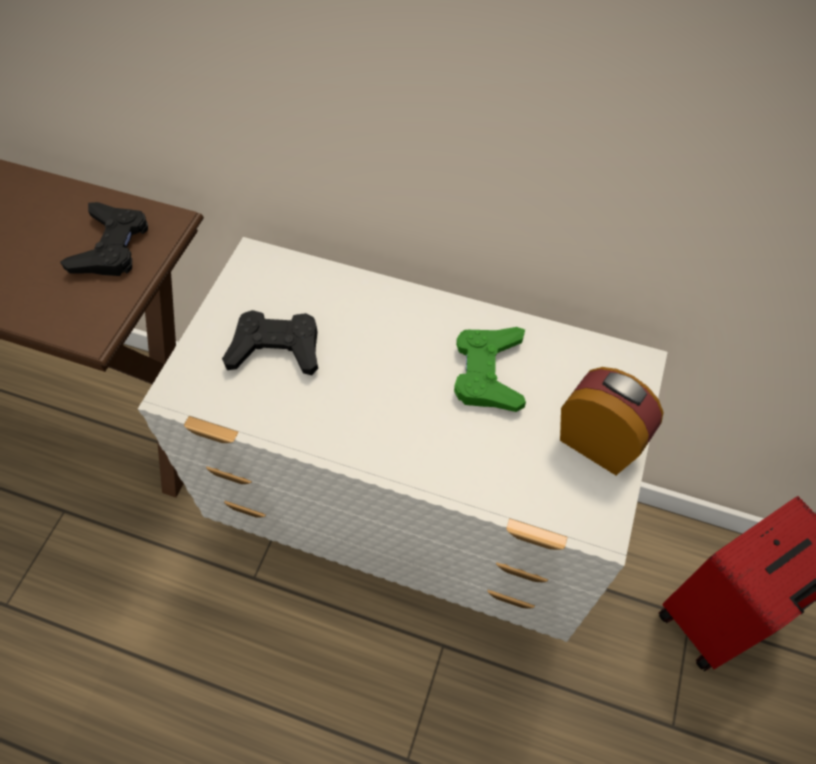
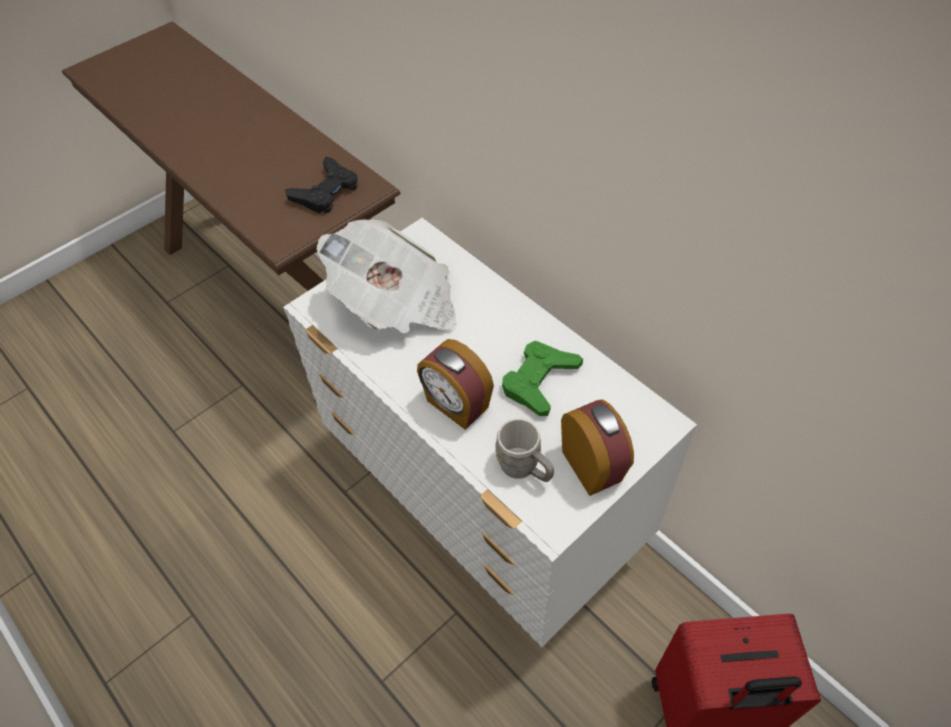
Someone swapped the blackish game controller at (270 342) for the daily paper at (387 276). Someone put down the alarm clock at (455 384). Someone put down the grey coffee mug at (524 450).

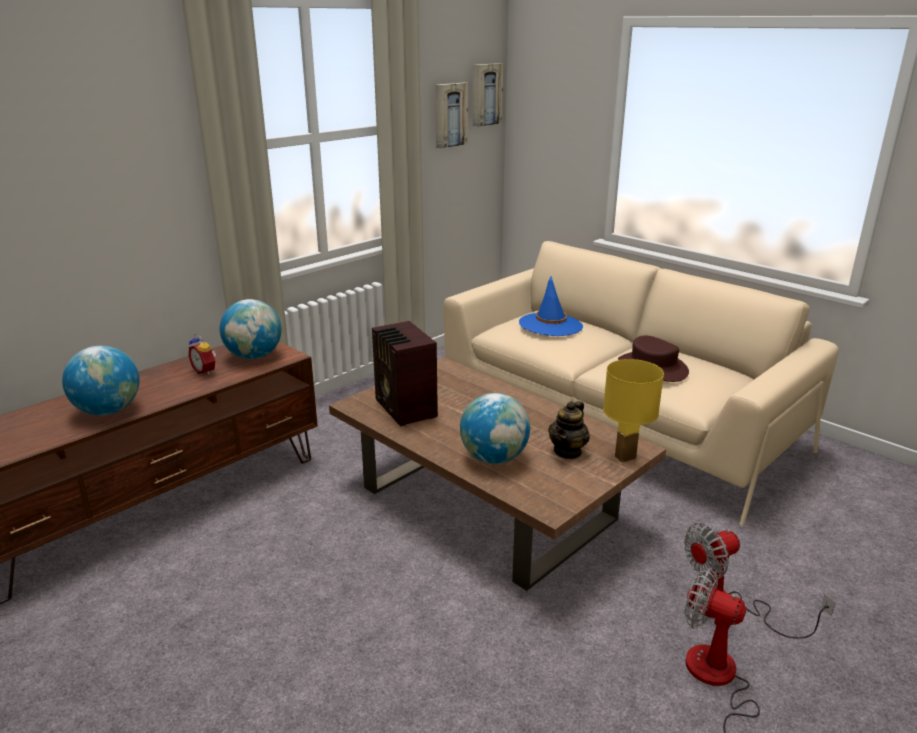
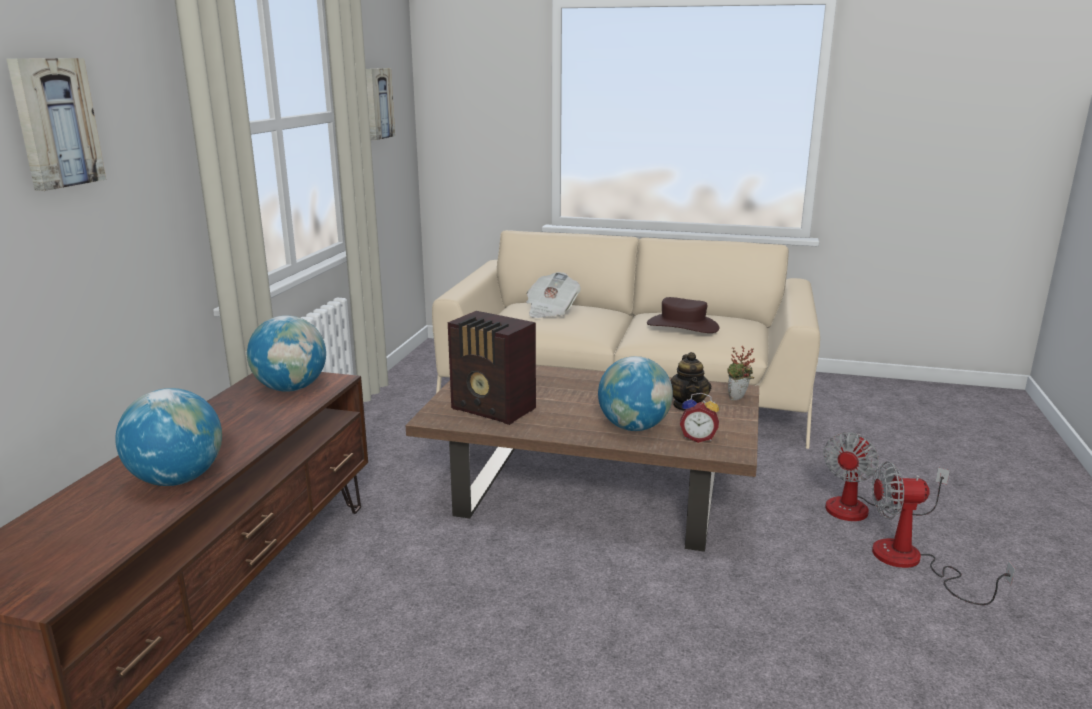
Someone carried the wall picture from (488 95) to (56 124). Someone swapped the bluish clothing hat at (551 306) for the daily paper at (553 295). Someone carried the alarm clock from (202 354) to (699 418). Someone swapped the yellow lamp for a table at (633 410) for the plant in a pot at (741 373).

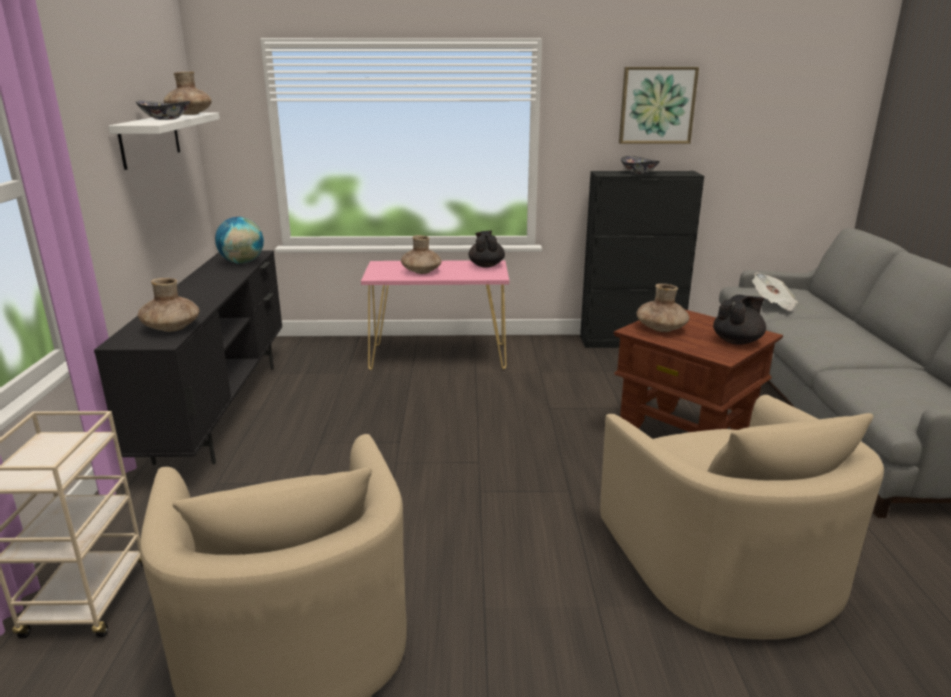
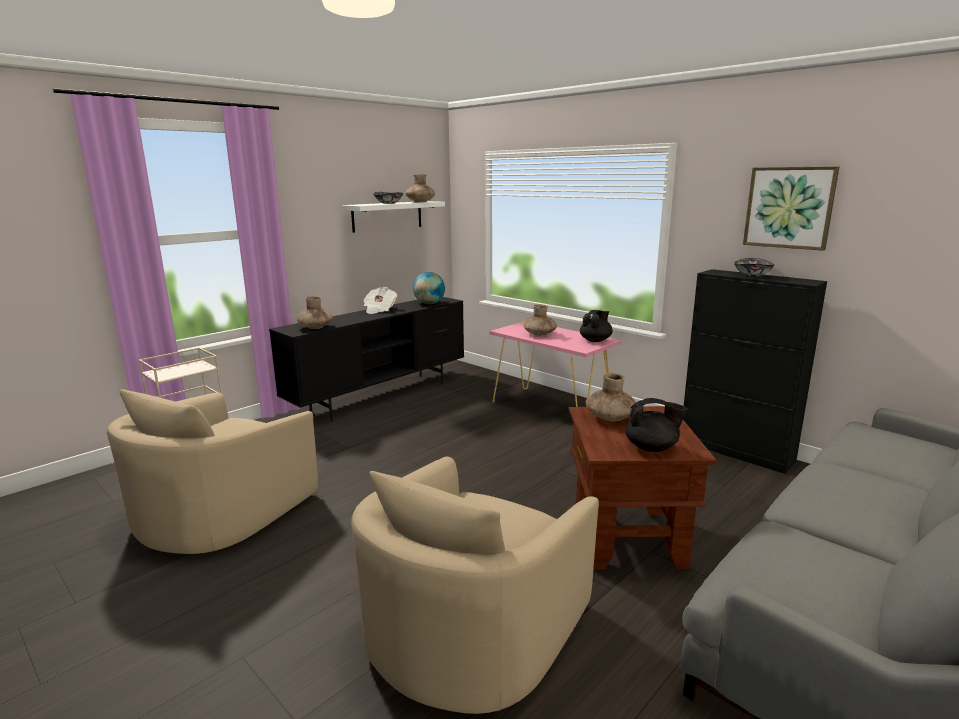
Someone carried the daily paper from (775 292) to (380 300).

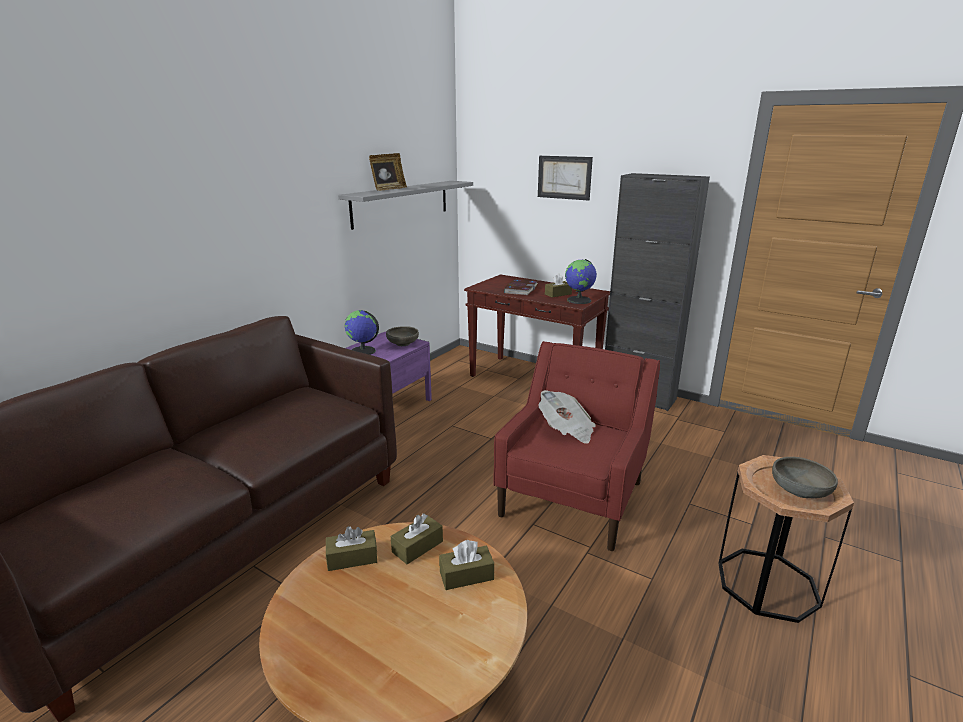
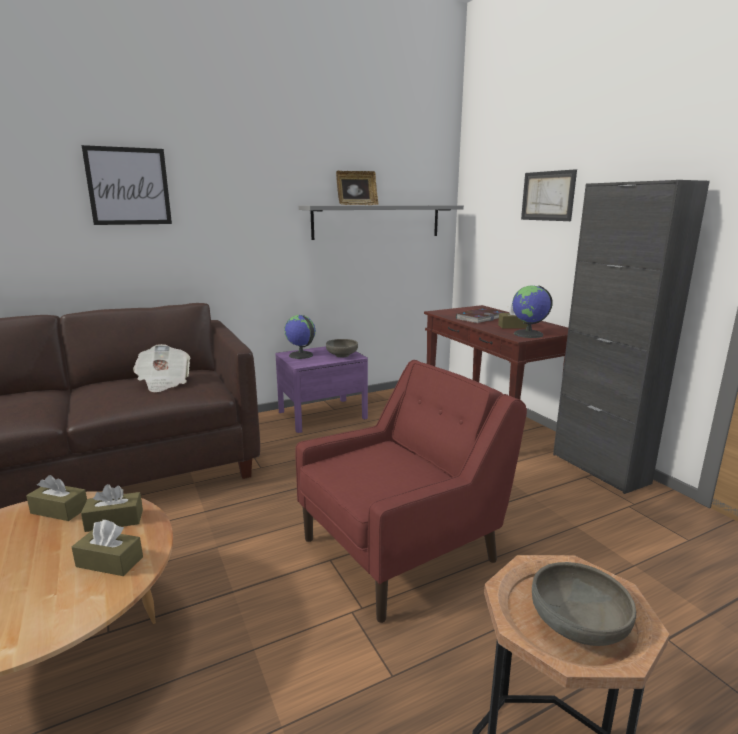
Someone put up the wall picture at (127 185). Someone carried the daily paper from (567 417) to (162 368).

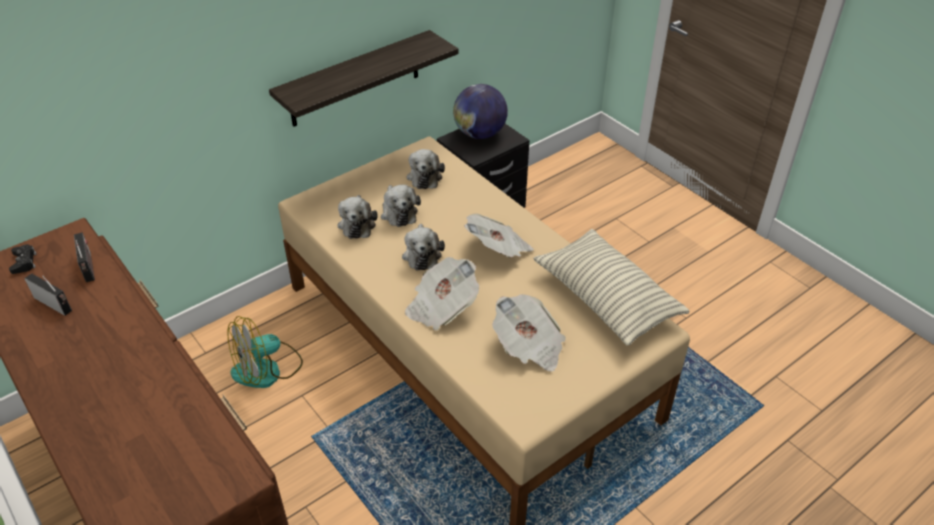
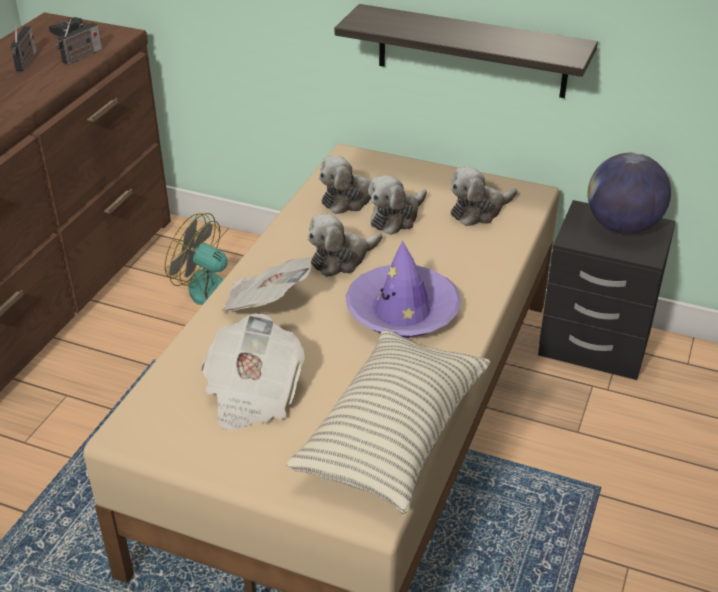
Someone swapped the daily paper at (499 236) for the purplish clothing hat at (403 289).

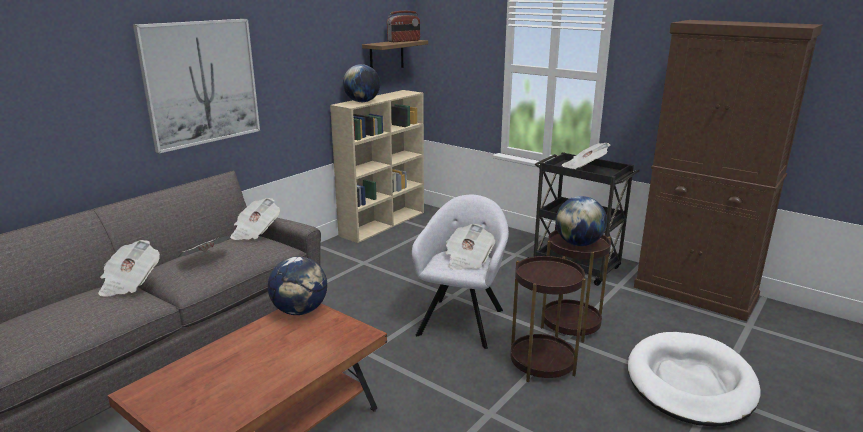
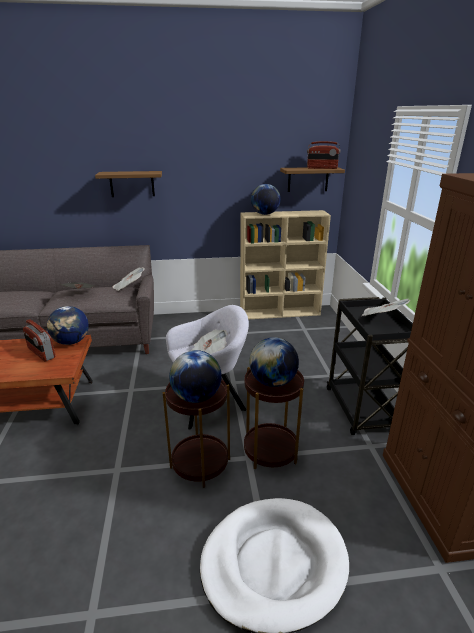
Someone put down the radio at (39 340). Someone swapped the wall picture at (196 86) for the wall shelf at (128 184). Someone put down the desk globe at (195 376). Someone took away the daily paper at (129 268).

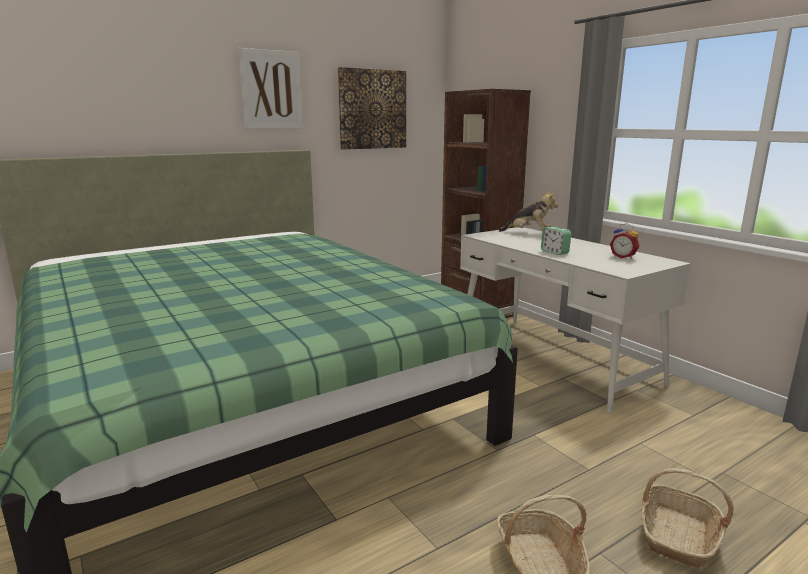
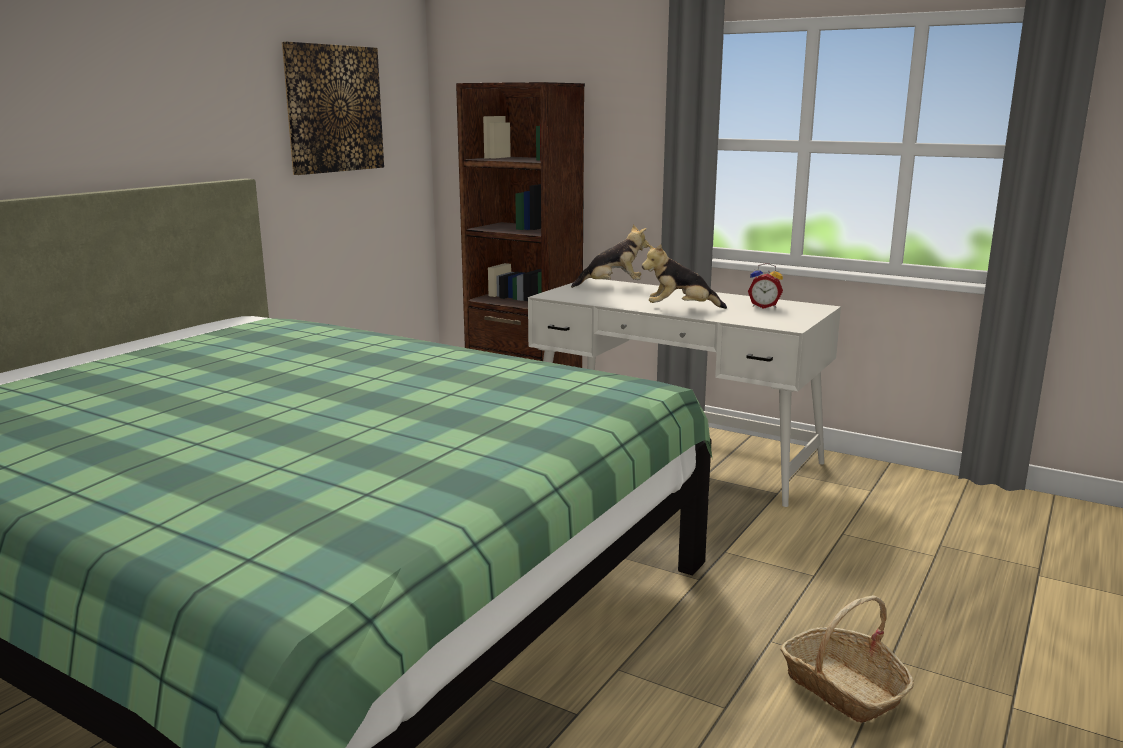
Someone swapped the alarm clock at (556 241) for the cuddly toy at (684 276). Someone took away the wall picture at (270 88). Someone took away the household basket at (687 517).

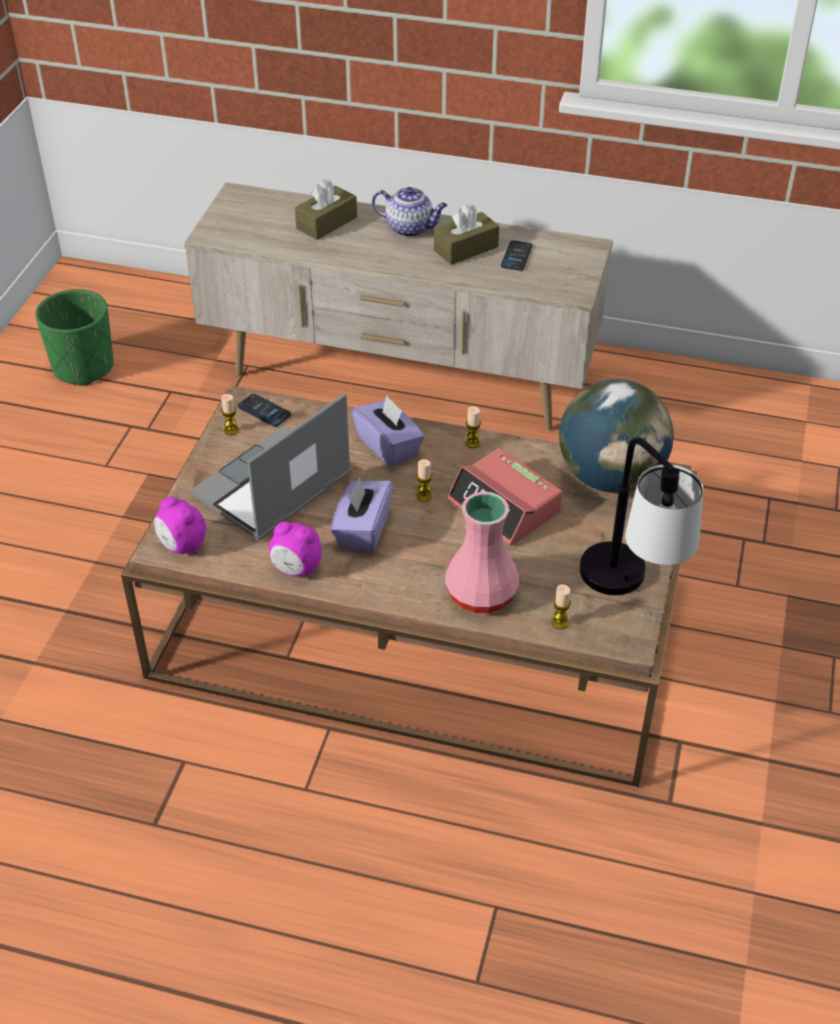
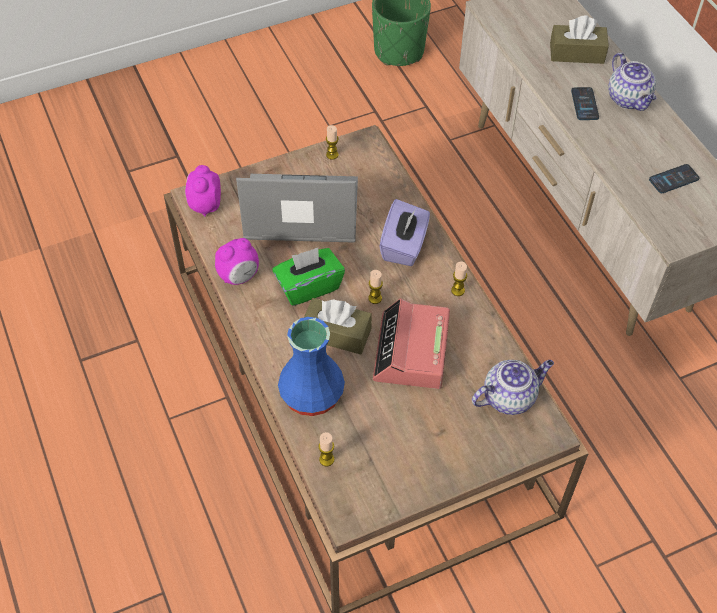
Someone rotated the alarm clock at (295 549) by 105 degrees counterclockwise. Someone repainted the purplish box of tissues at (362 514), which became the green box of tissues at (308 277). Someone repainted the pink-coloured decorative vase at (482 552), which became the bluish decorative vase at (311 366). Someone carried the brown-coloured box of tissues from (466 234) to (338 326). Someone swapped the desk globe at (616 436) for the tea pot at (513 387). Someone carried the telephone from (264 410) to (585 103). Someone took away the lamp for a table at (642 516).

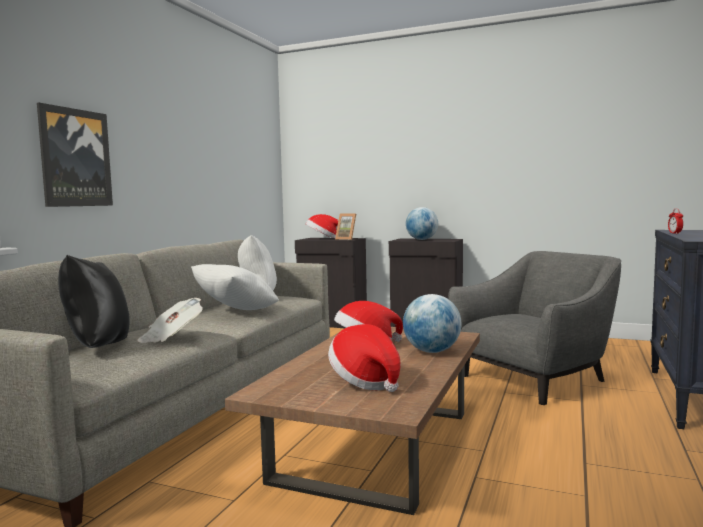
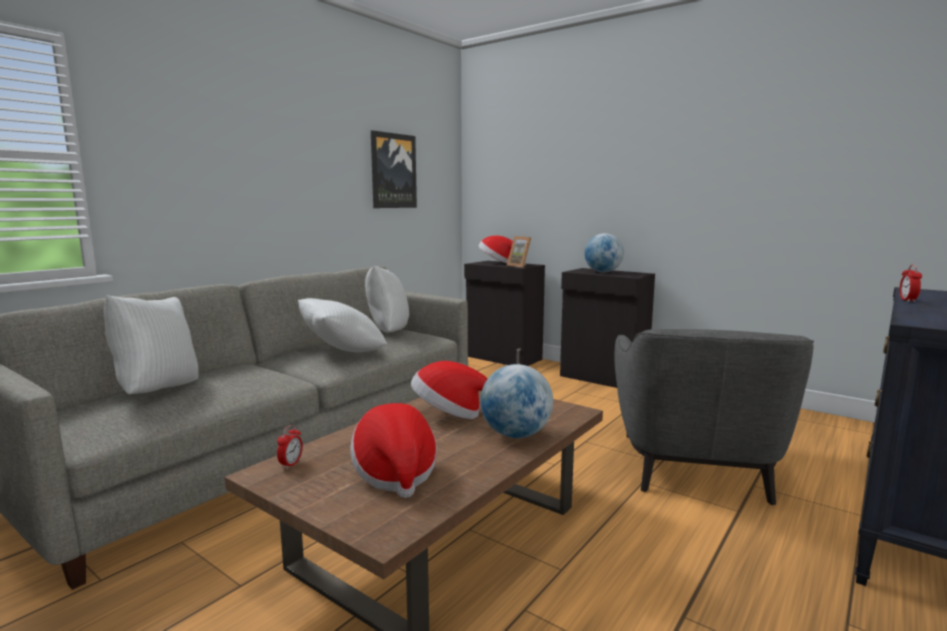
Someone repainted the blackish pillow at (94 301), which became the white-coloured pillow at (151 344). Someone put down the alarm clock at (290 447). Someone carried the wall picture from (75 154) to (394 169). Someone rotated the grey easy chair at (534 328) by 120 degrees clockwise. Someone took away the daily paper at (170 320).

